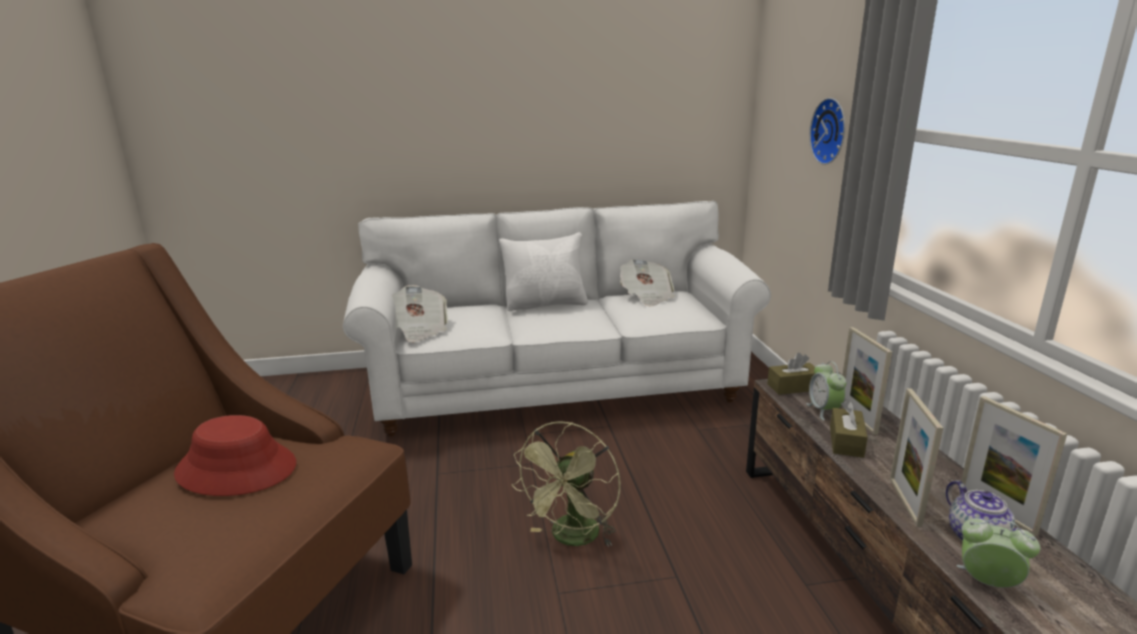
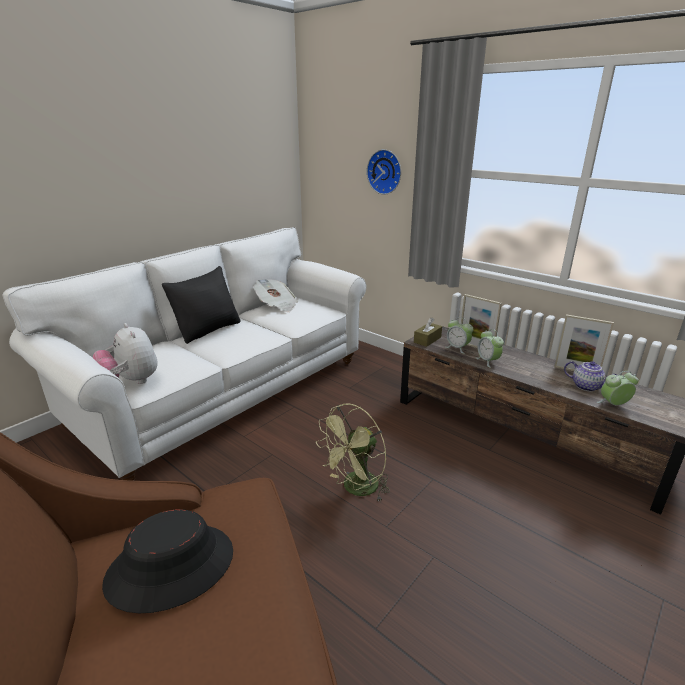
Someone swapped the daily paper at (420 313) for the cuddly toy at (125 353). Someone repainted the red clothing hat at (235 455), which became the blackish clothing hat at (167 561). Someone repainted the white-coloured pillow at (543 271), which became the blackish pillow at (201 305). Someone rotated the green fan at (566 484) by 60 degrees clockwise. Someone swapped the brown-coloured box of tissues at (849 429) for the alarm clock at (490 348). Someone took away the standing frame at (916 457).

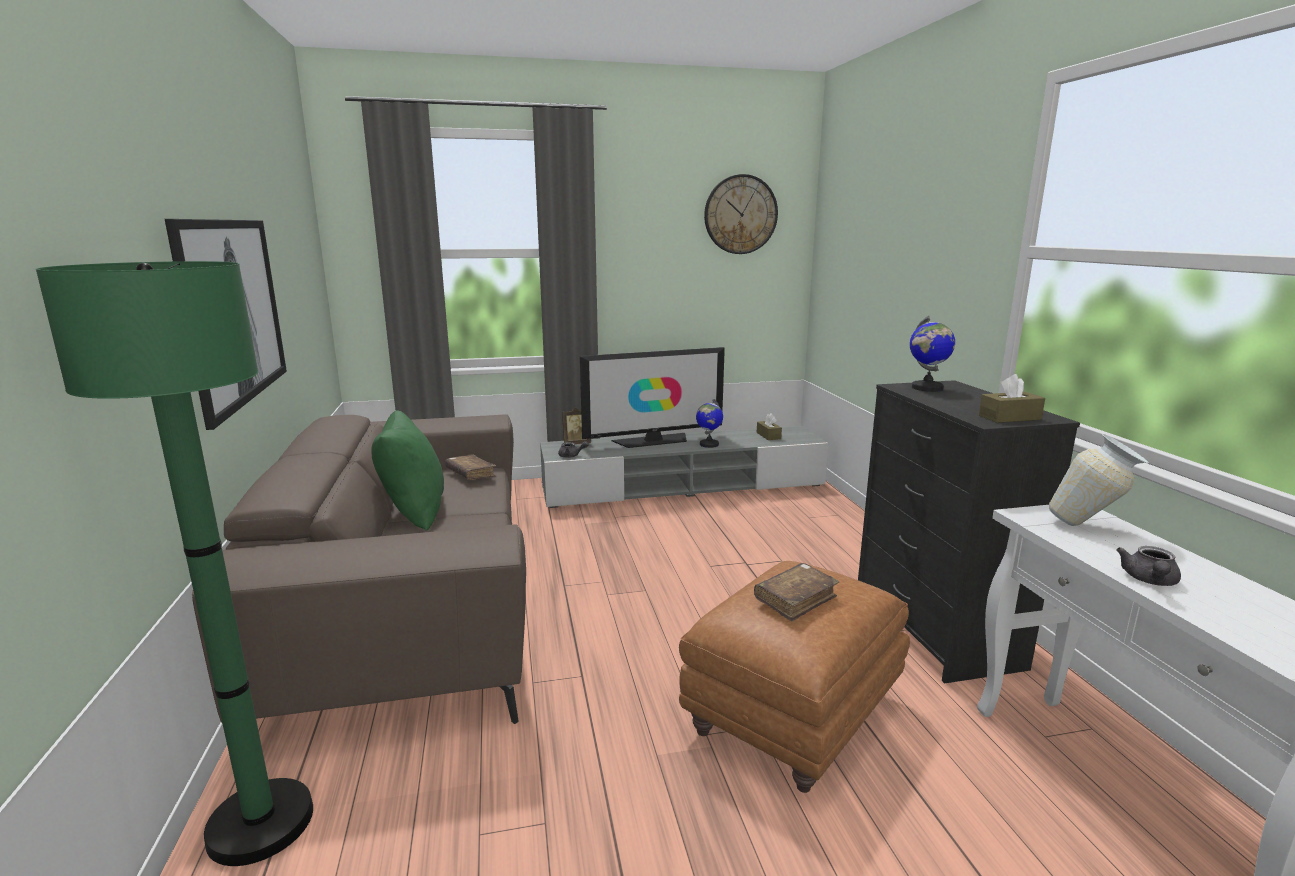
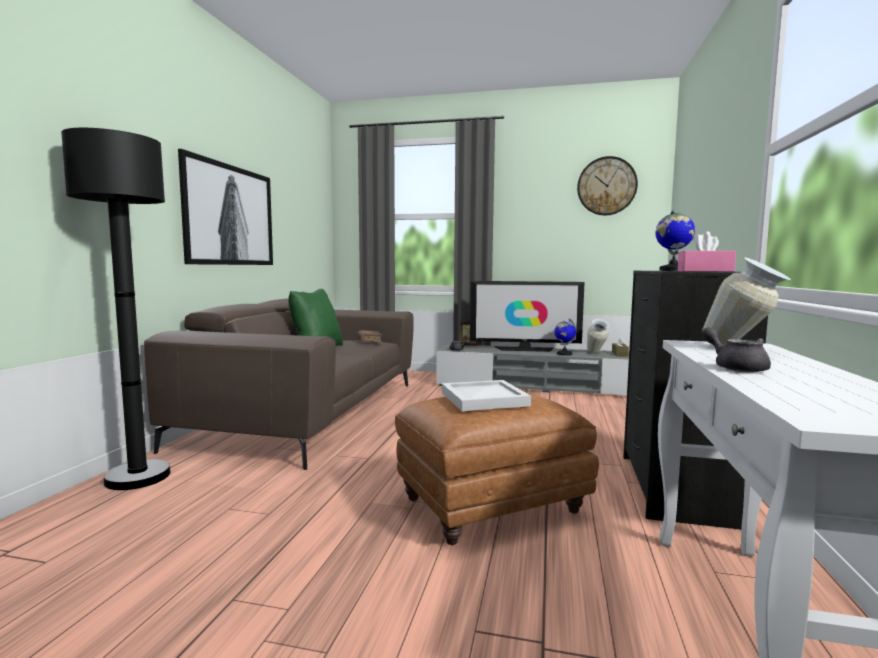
Someone repainted the green floor lamp at (174 563), which became the blackish floor lamp at (116 309). Someone swapped the brown-coloured volume at (796 592) for the white-coloured tray at (486 395). Someone put down the decorative vase at (598 336). Someone repainted the brown-coloured box of tissues at (1012 398), which became the pink-coloured box of tissues at (707 251). Someone rotated the grey tea pot at (1148 566) by 105 degrees clockwise.

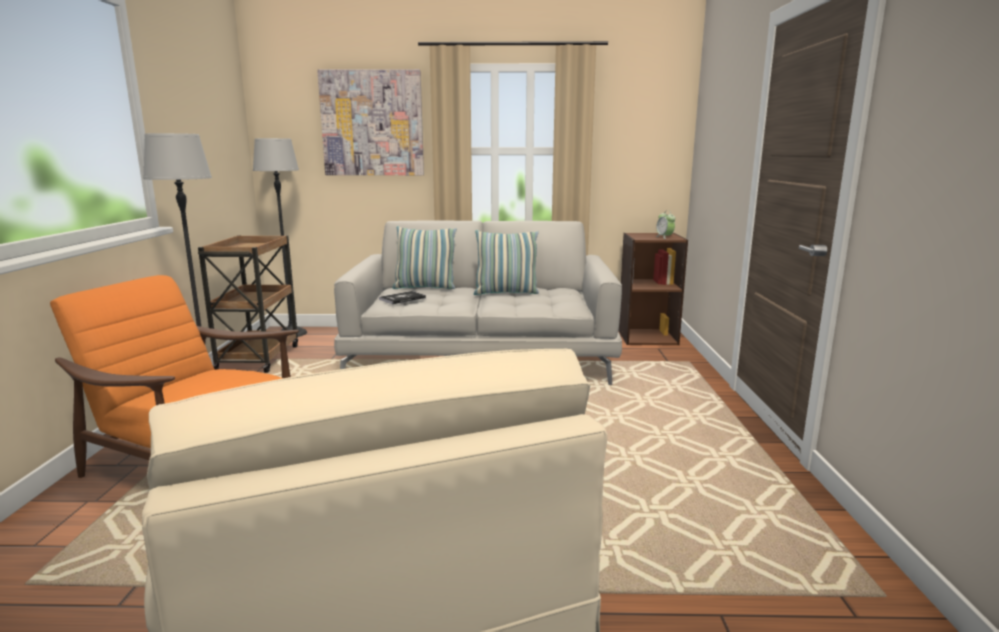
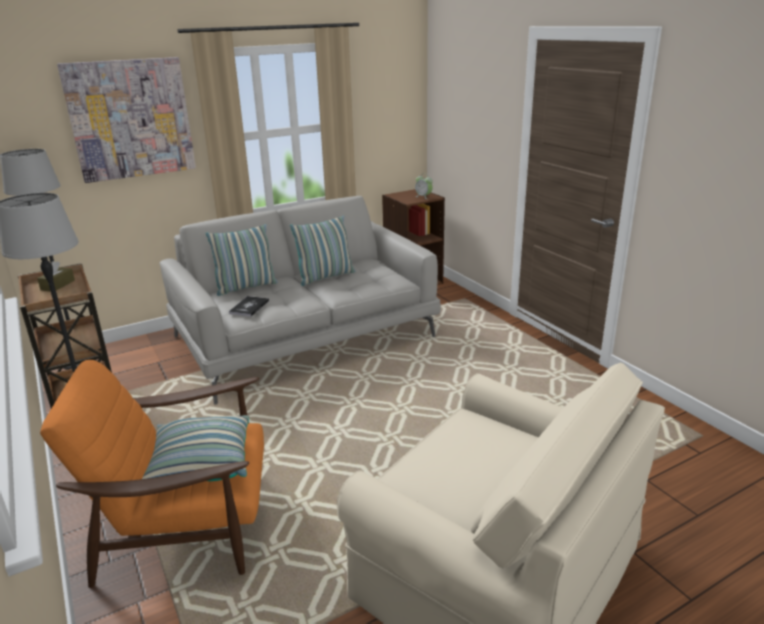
Someone put down the brown-coloured box of tissues at (56 276). Someone put down the pillow at (195 448).

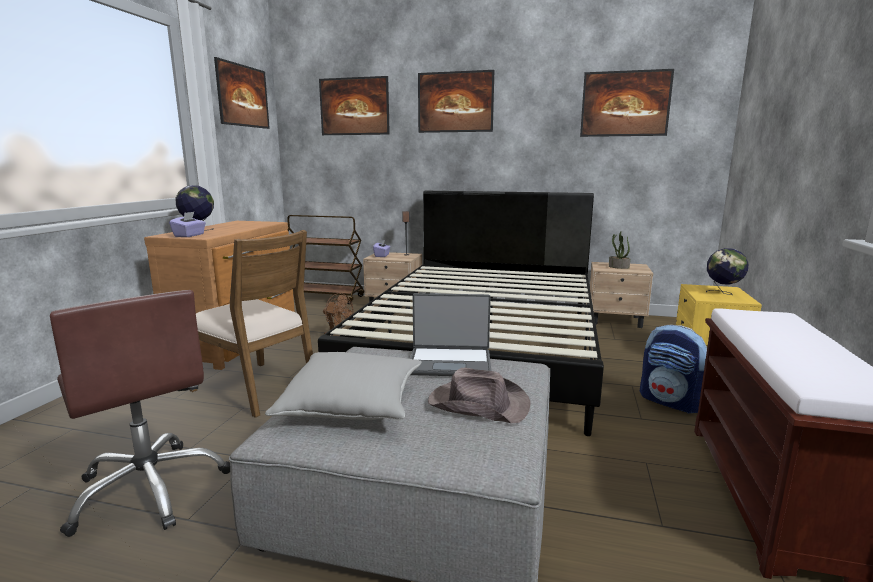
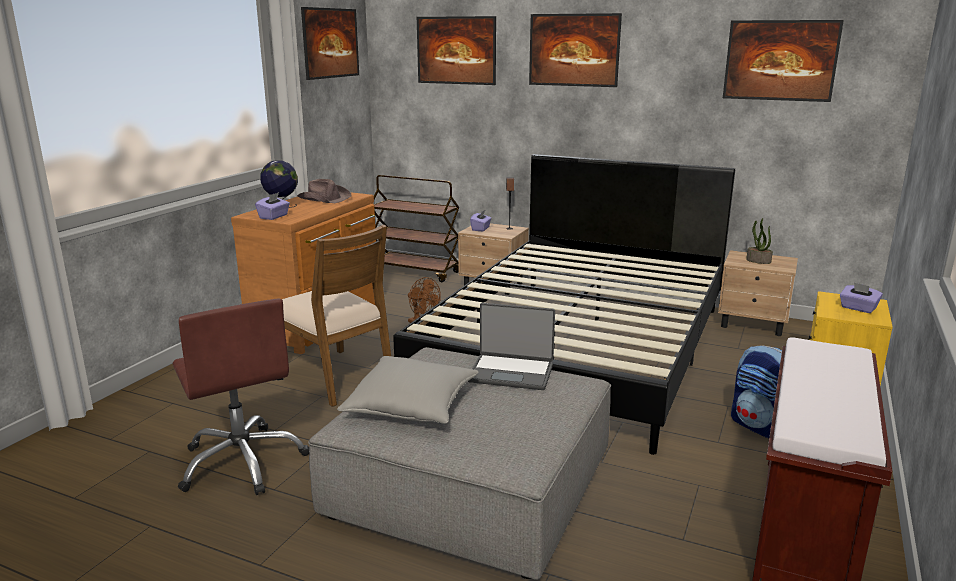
Someone carried the brown-coloured clothing hat from (479 395) to (324 191). Someone swapped the desk globe at (727 271) for the purplish box of tissues at (861 298).

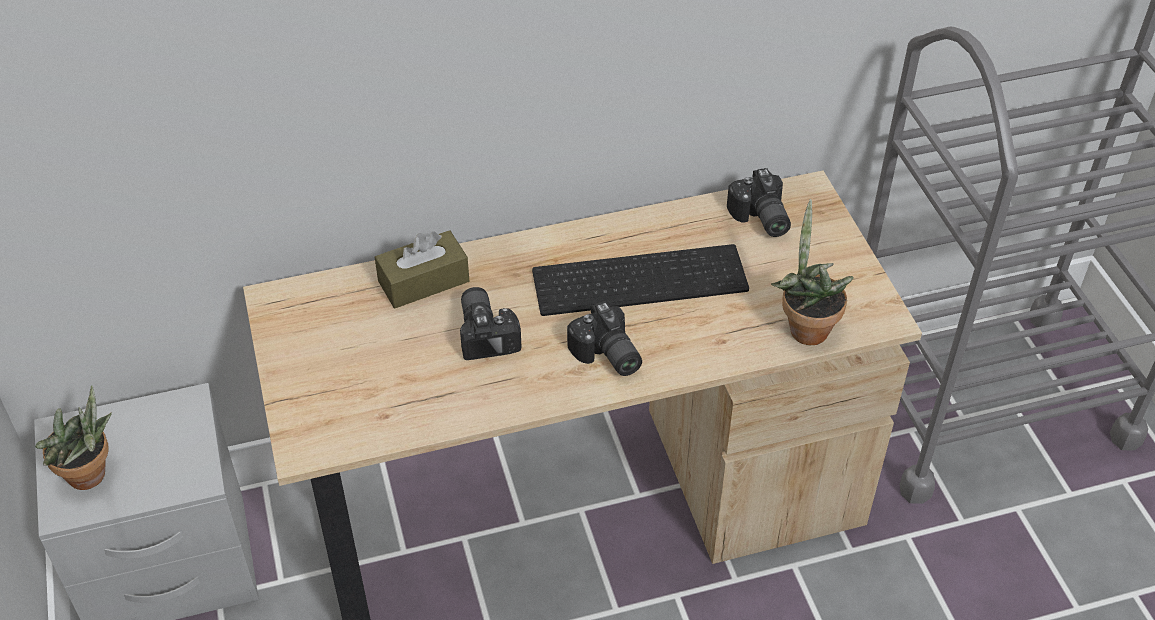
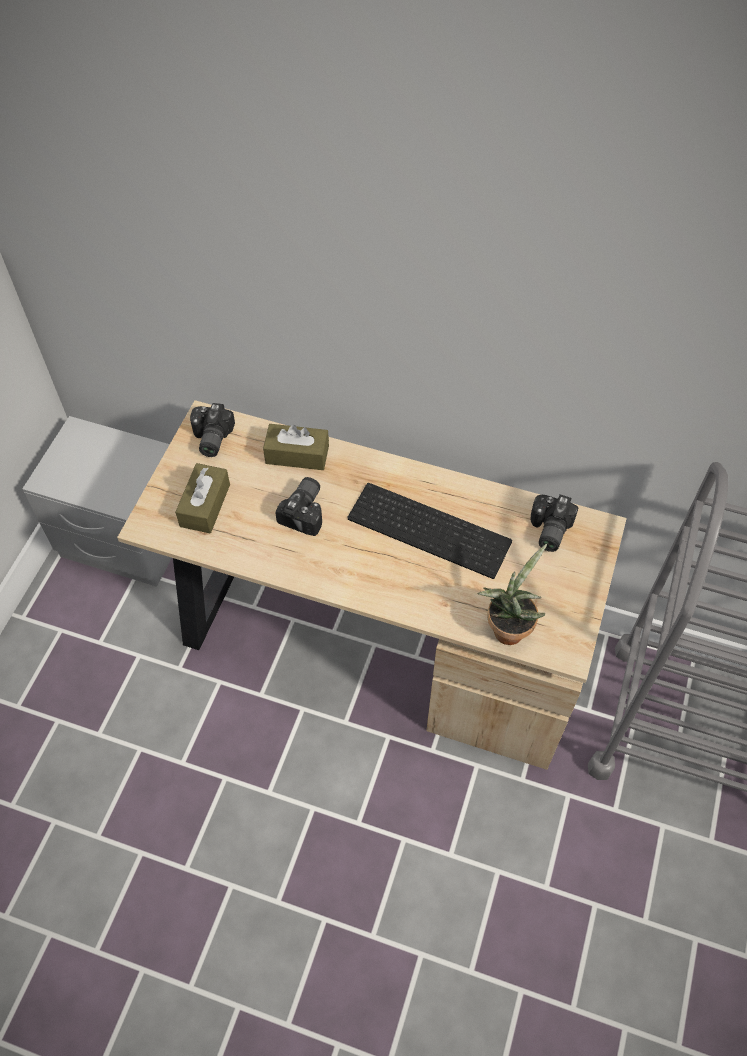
Someone put down the brown-coloured box of tissues at (202 498). Someone carried the still camera from (604 338) to (212 430). Someone took away the plant in a pot at (73 437).

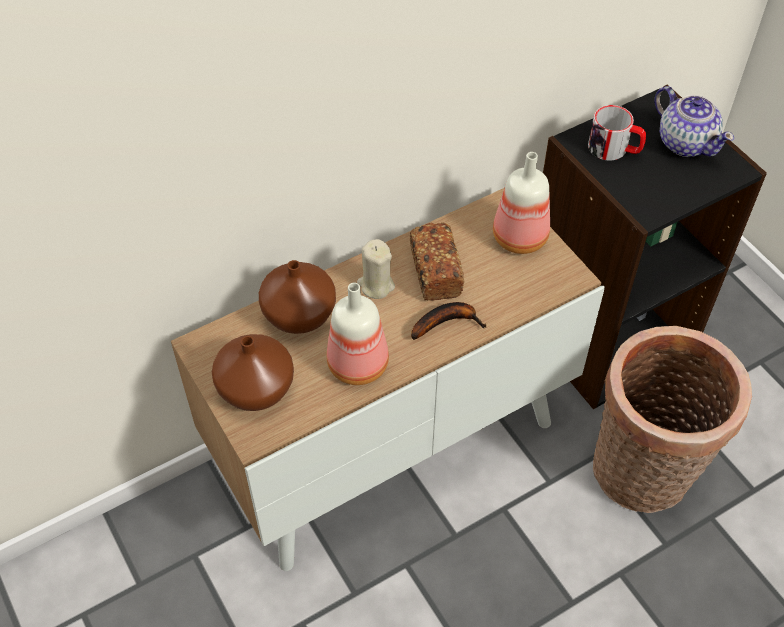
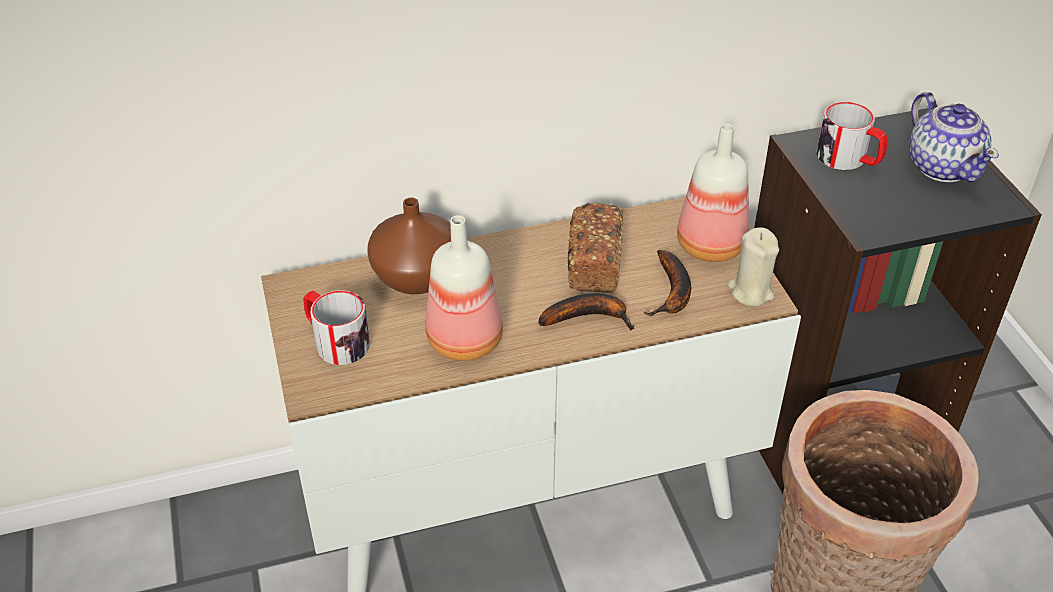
Someone swapped the brown-coloured decorative vase at (253 372) for the coffee mug at (337 327). Someone put down the banana at (667 283). Someone carried the beige-coloured wax light from (376 269) to (753 267).

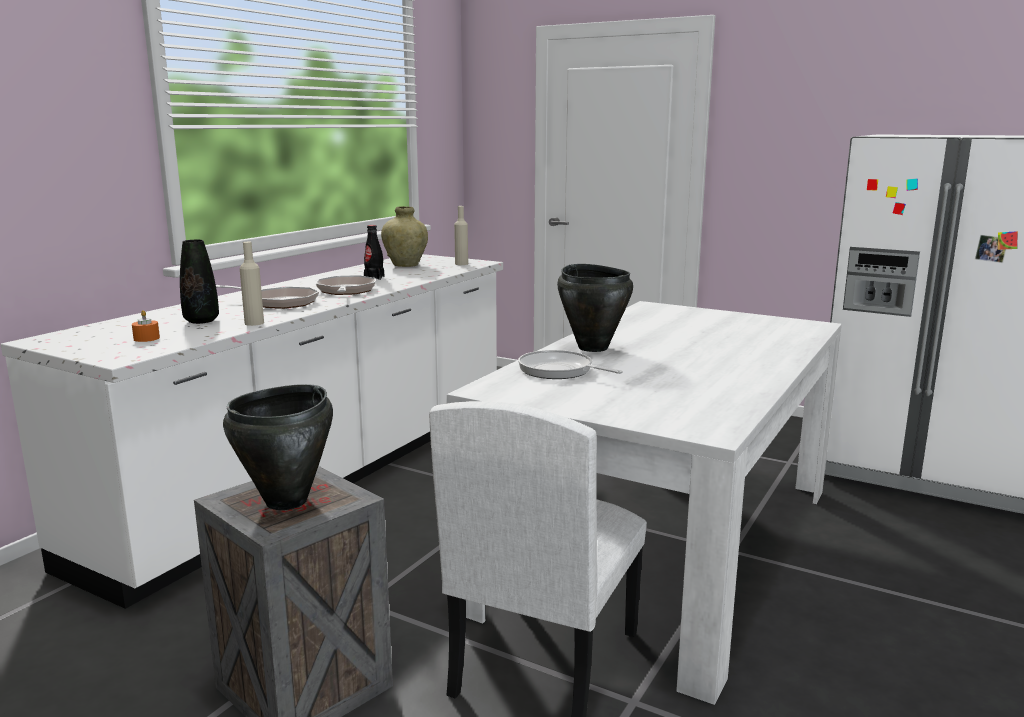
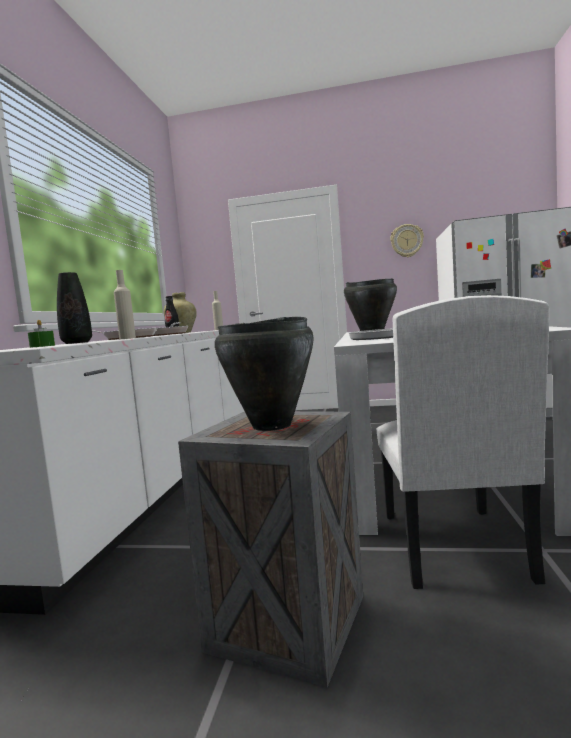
Someone repainted the orange wax light at (146 326), which became the green wax light at (41 334). Someone put up the hanging clock at (407 241).

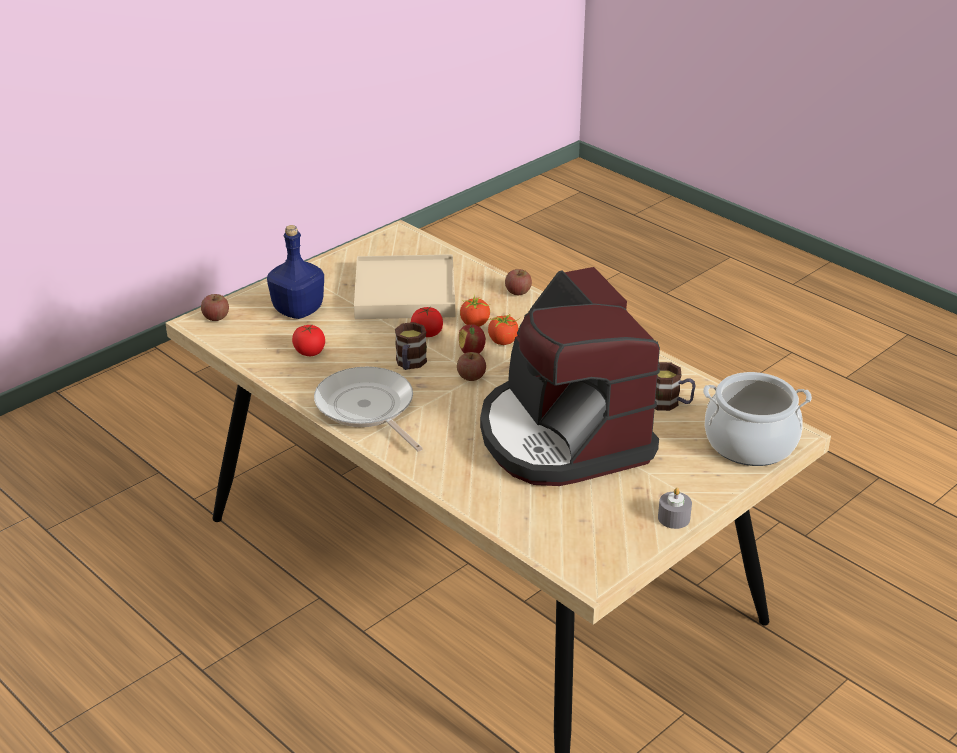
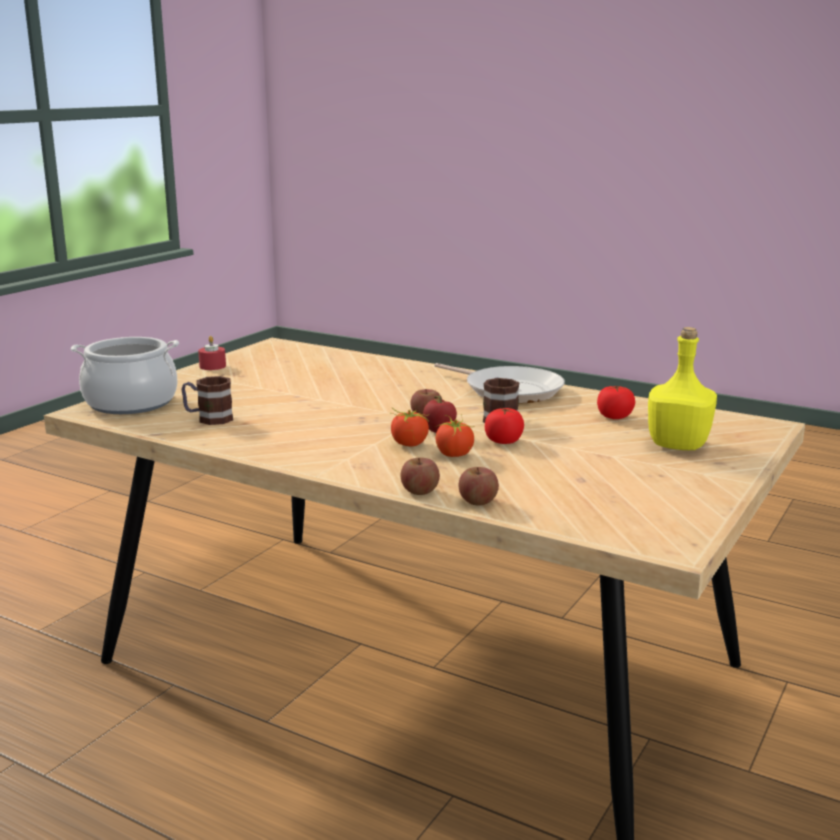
Someone repainted the grey wax light at (675 508), which became the red wax light at (212 353). Someone carried the whole apple from (215 307) to (479 486). Someone repainted the bluish beverage bottle at (295 272), which became the yellow beverage bottle at (682 388). Someone took away the beige-coloured tray at (404 286). Someone took away the coffee machine at (570 376).

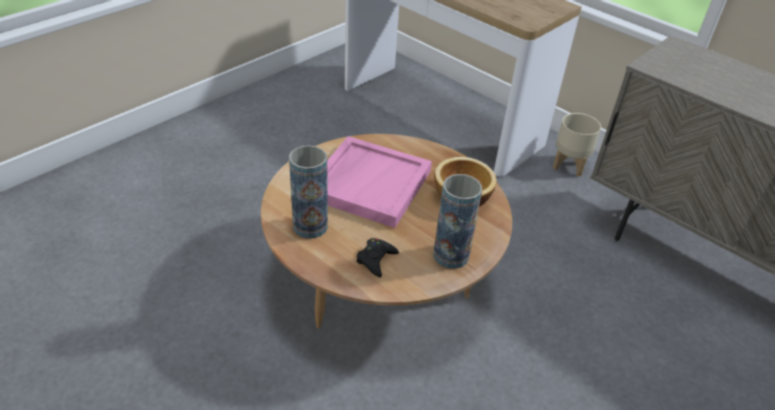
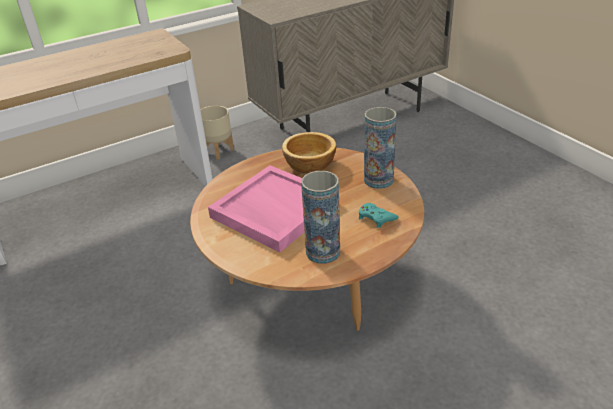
Someone repainted the blackish game controller at (377 258), which became the turquoise game controller at (379 215).

